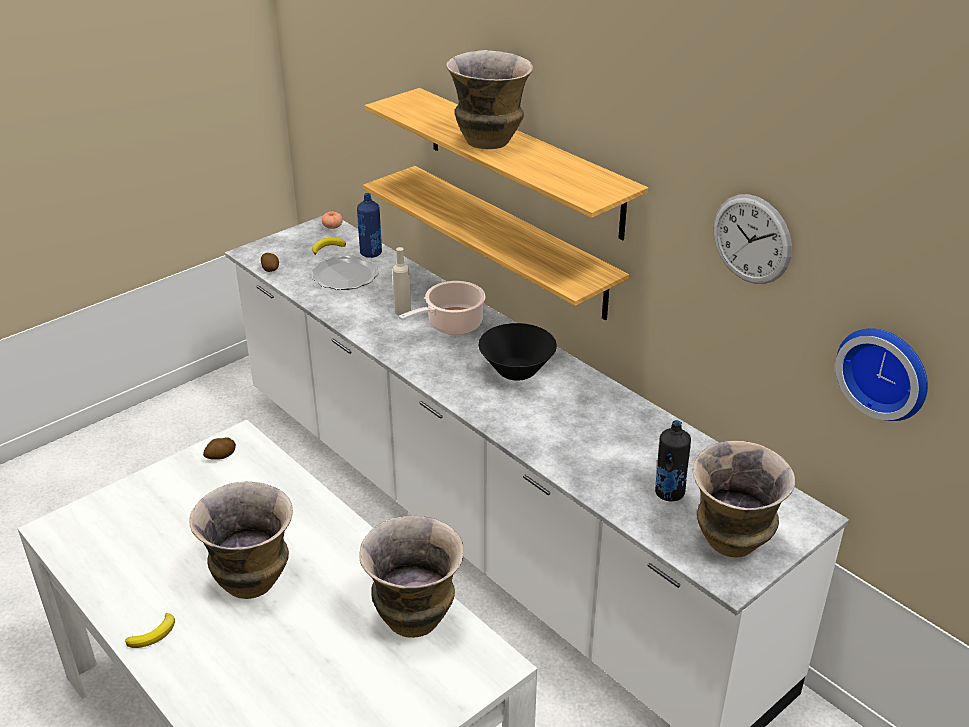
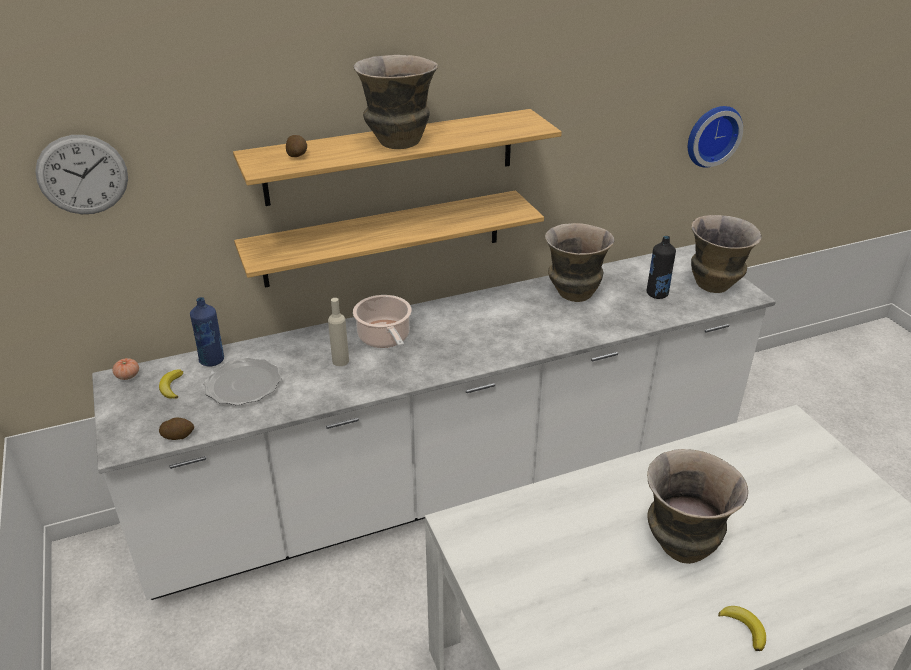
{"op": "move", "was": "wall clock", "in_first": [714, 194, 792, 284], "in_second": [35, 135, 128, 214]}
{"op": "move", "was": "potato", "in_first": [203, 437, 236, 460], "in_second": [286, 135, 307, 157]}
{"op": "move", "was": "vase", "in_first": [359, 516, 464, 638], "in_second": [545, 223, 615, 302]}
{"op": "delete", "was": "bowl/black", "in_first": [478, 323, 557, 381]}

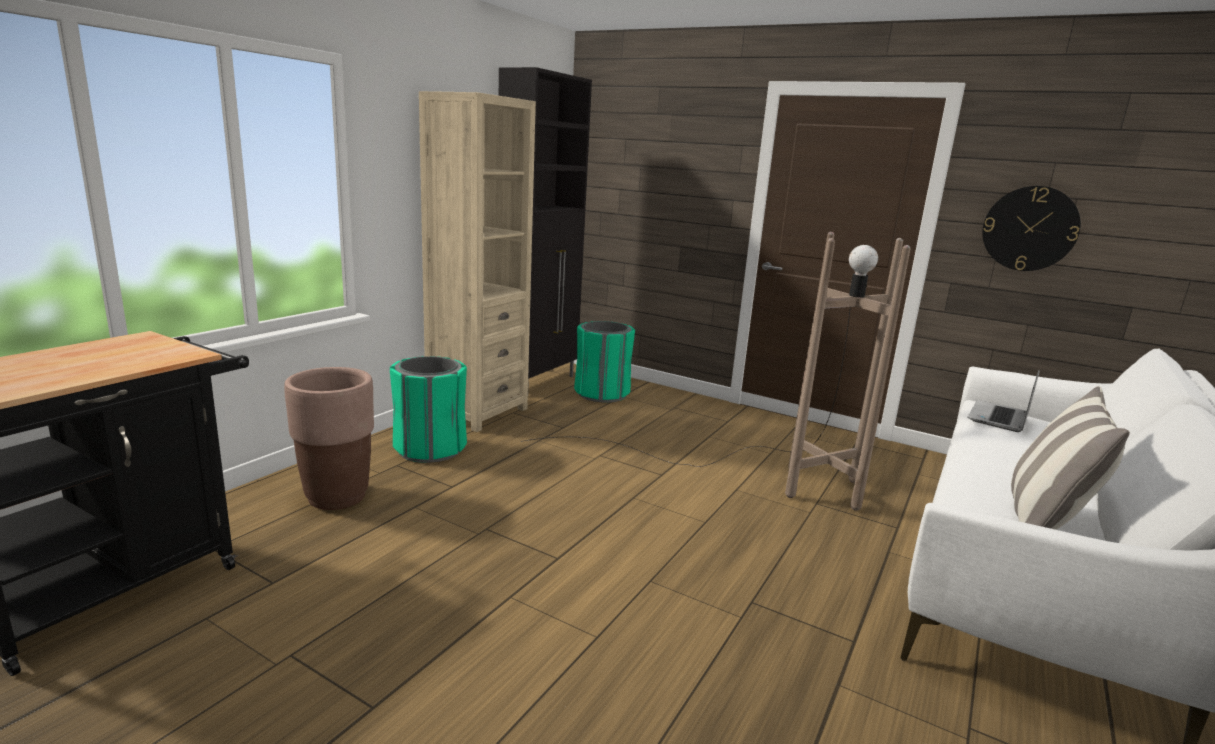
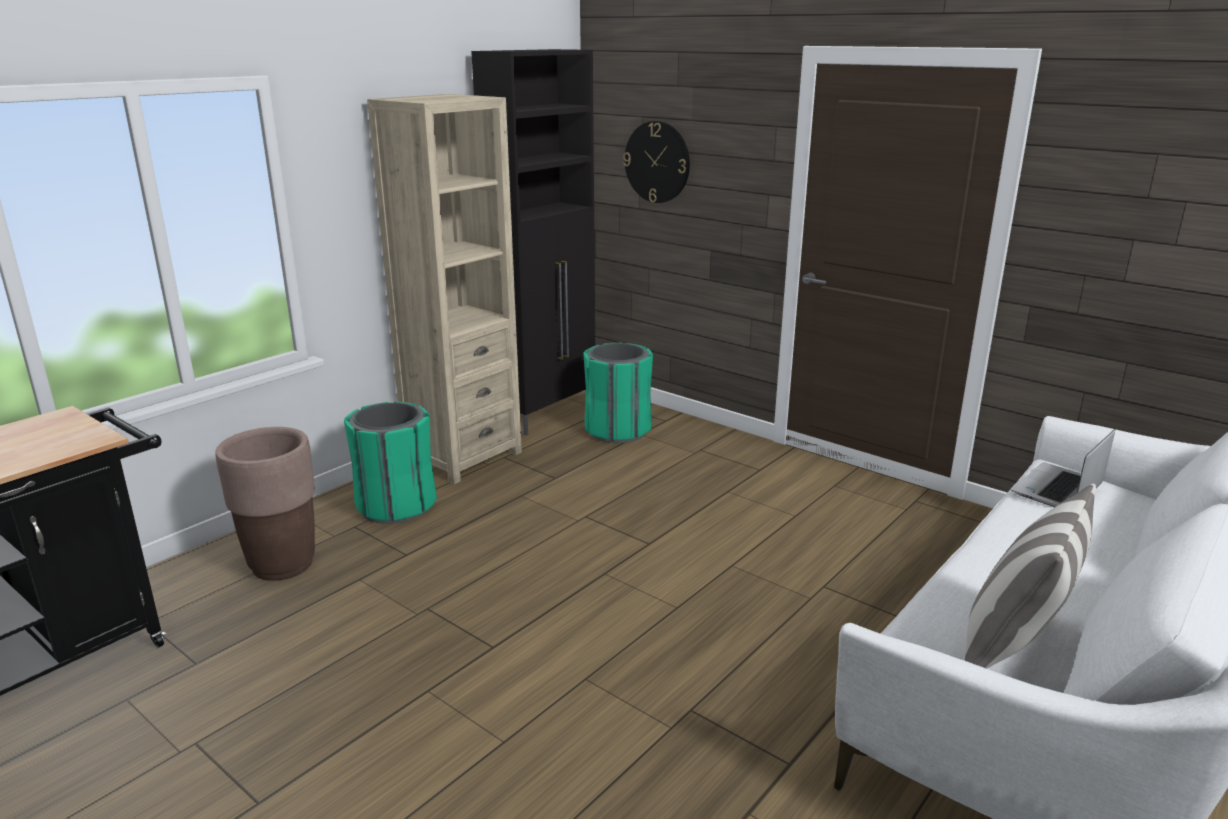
{"op": "move", "was": "wall clock", "in_first": [982, 186, 1081, 271], "in_second": [623, 121, 690, 203]}
{"op": "delete", "was": "floor lamp/brown", "in_first": [520, 232, 911, 511]}

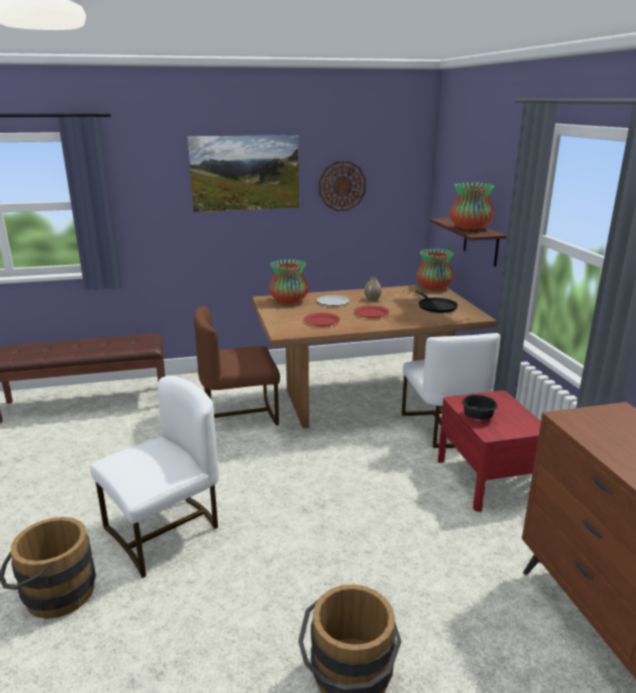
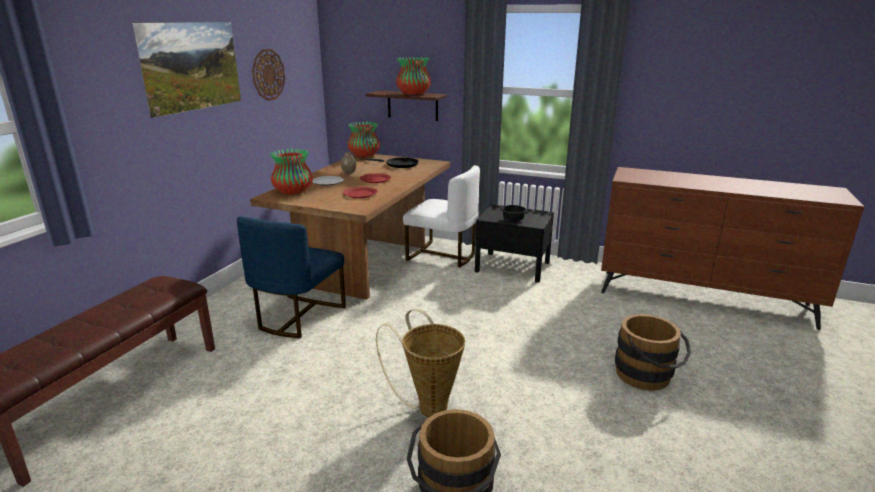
{"op": "recolor", "was": "chair/brown", "now": "chair/blue", "in_first": [194, 306, 280, 425], "in_second": [237, 216, 346, 338]}
{"op": "replace", "was": "chair/white", "now": "basket", "in_first": [90, 376, 219, 578], "in_second": [376, 309, 465, 418]}
{"op": "recolor", "was": "nightstand/red", "now": "nightstand/black", "in_first": [438, 390, 541, 512], "in_second": [475, 205, 554, 283]}

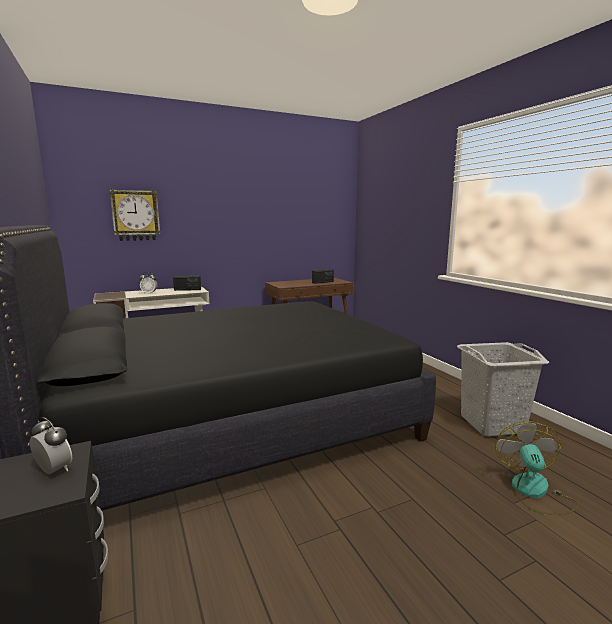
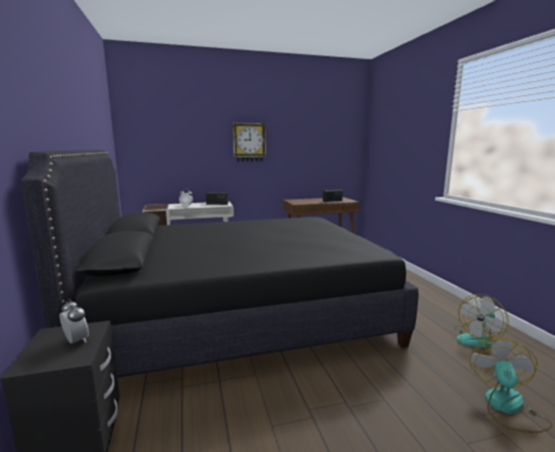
{"op": "move", "was": "wall clock", "in_first": [110, 190, 160, 241], "in_second": [233, 122, 266, 162]}
{"op": "replace", "was": "laundry basket/grey", "now": "fan", "in_first": [457, 342, 550, 437], "in_second": [454, 294, 509, 347]}

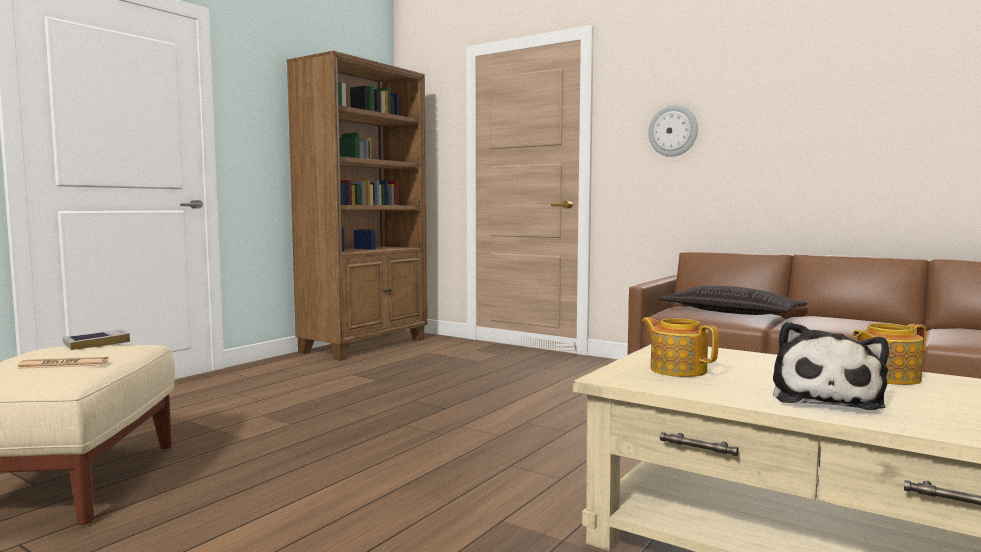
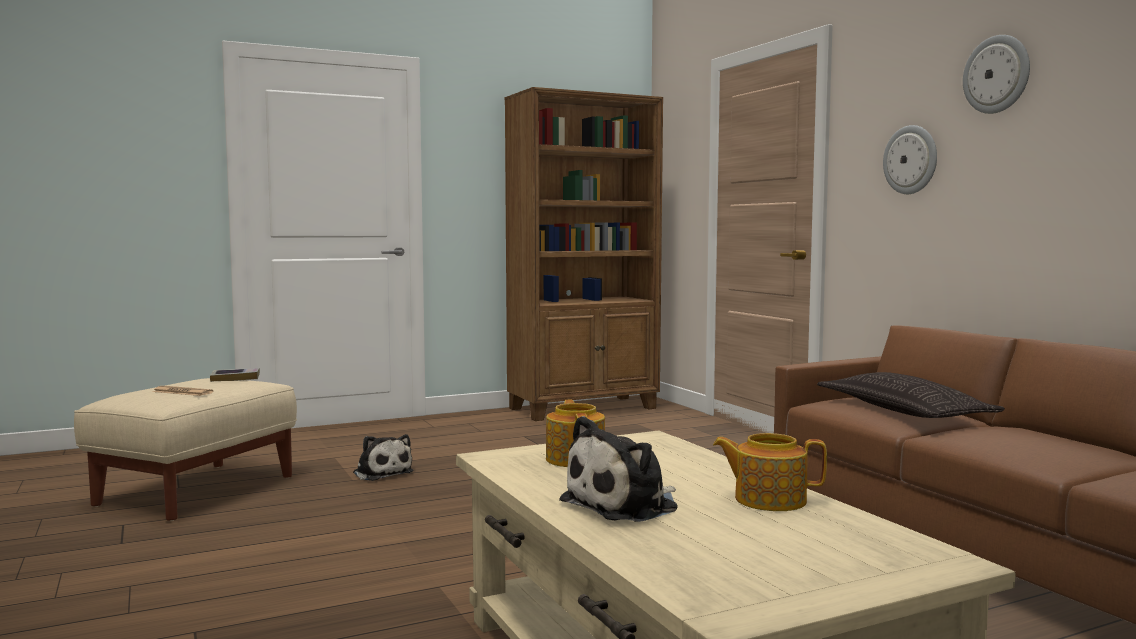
{"op": "insert", "now": "plush toy", "in_second": [353, 434, 413, 481]}
{"op": "insert", "now": "wall clock", "in_second": [963, 35, 1030, 114]}

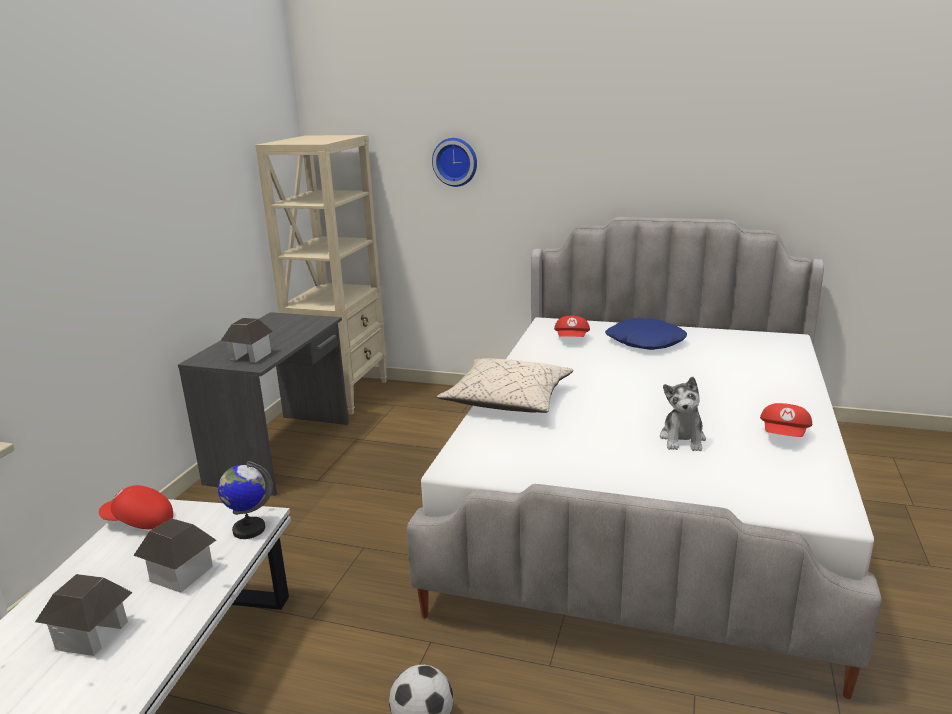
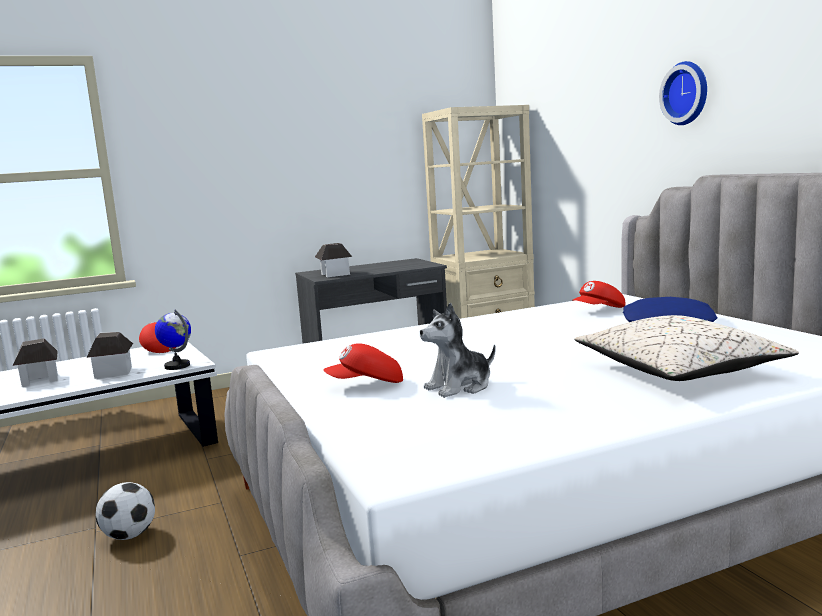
{"op": "move", "was": "cap/red", "in_first": [760, 403, 812, 437], "in_second": [323, 343, 403, 383]}
{"op": "move", "was": "pillow/beige", "in_first": [437, 358, 574, 413], "in_second": [574, 315, 799, 381]}
{"op": "move", "was": "wall clock", "in_first": [432, 138, 477, 187], "in_second": [659, 61, 707, 125]}

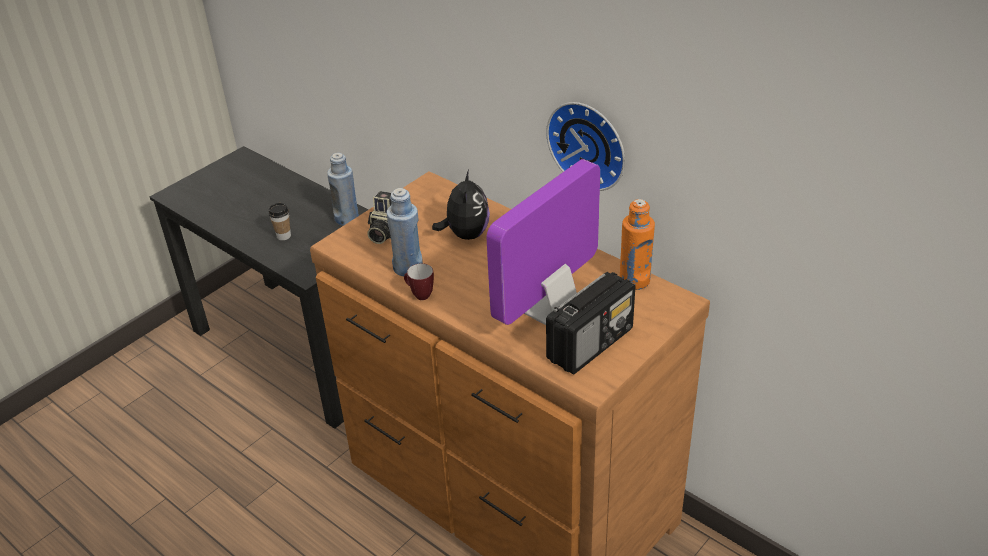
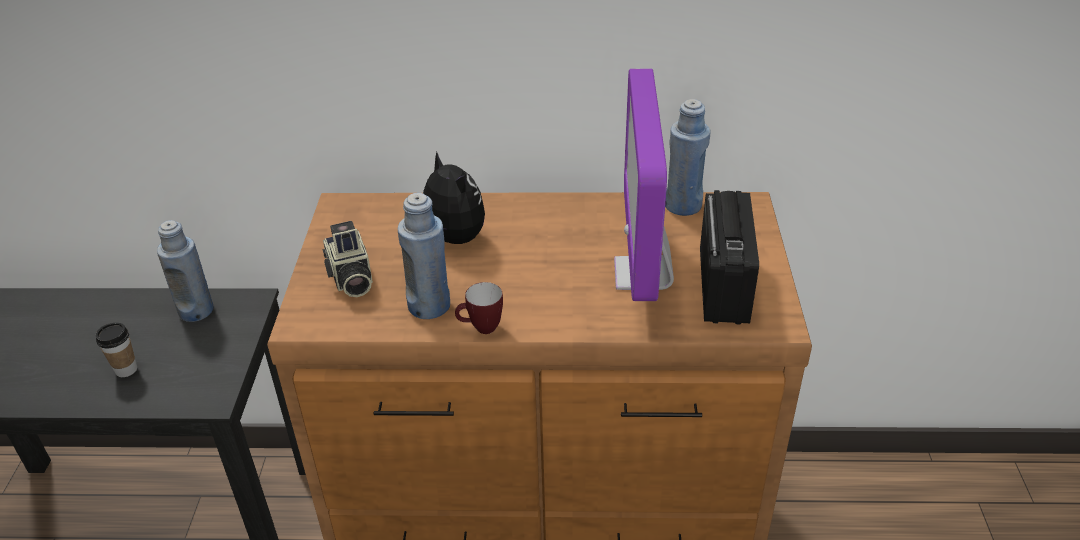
{"op": "recolor", "was": "bottle/orange", "now": "bottle/blue", "in_first": [620, 199, 655, 290], "in_second": [665, 99, 711, 216]}
{"op": "delete", "was": "wall clock", "in_first": [546, 102, 625, 191]}

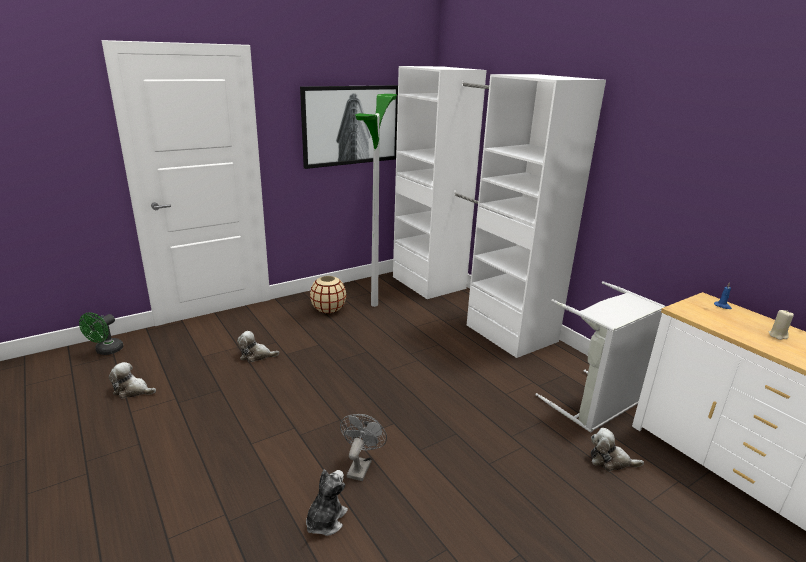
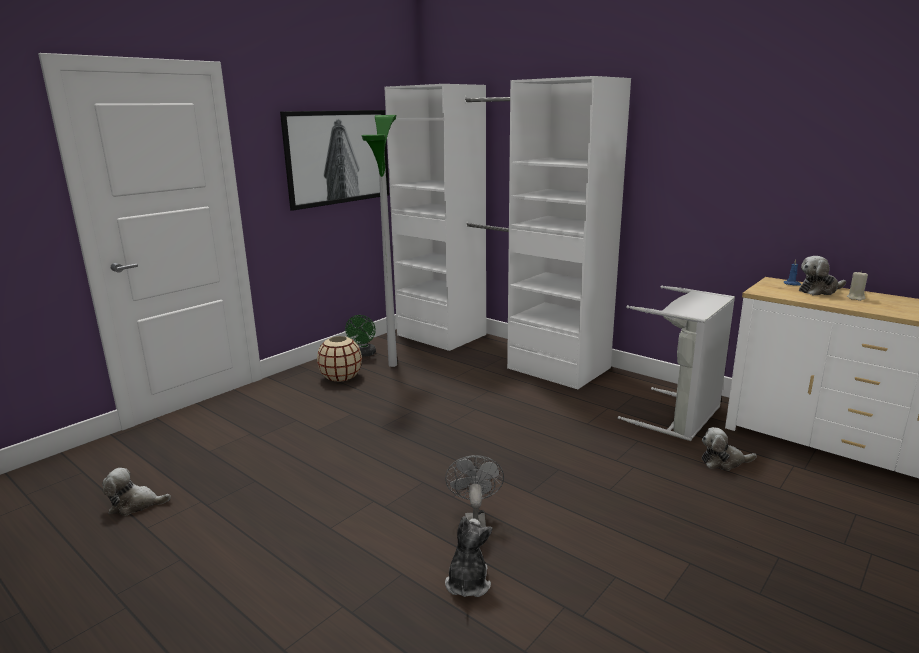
{"op": "move", "was": "fan/green", "in_first": [79, 312, 123, 355], "in_second": [345, 315, 376, 357]}
{"op": "move", "was": "plush toy", "in_first": [237, 331, 279, 362], "in_second": [799, 256, 846, 295]}

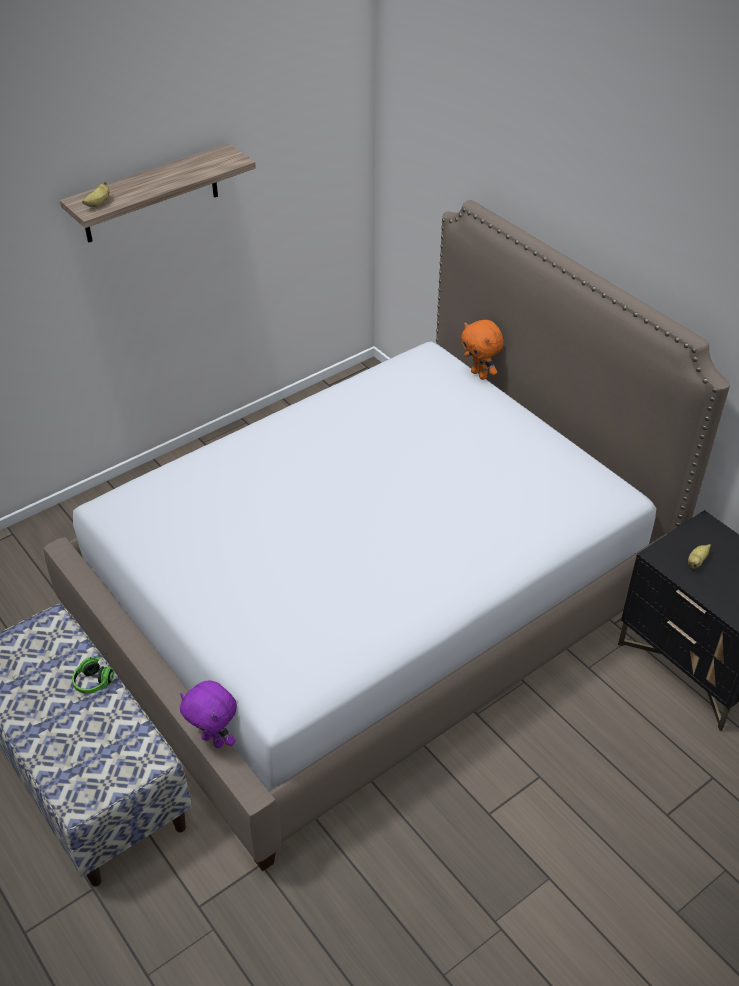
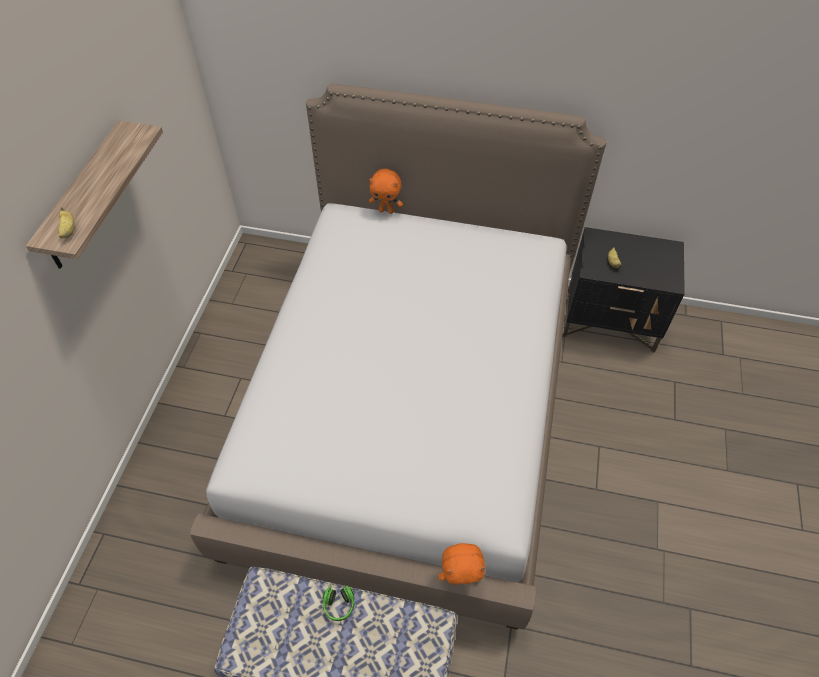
{"op": "recolor", "was": "plush toy/purple", "now": "plush toy/orange", "in_first": [180, 681, 237, 748], "in_second": [439, 543, 486, 585]}

